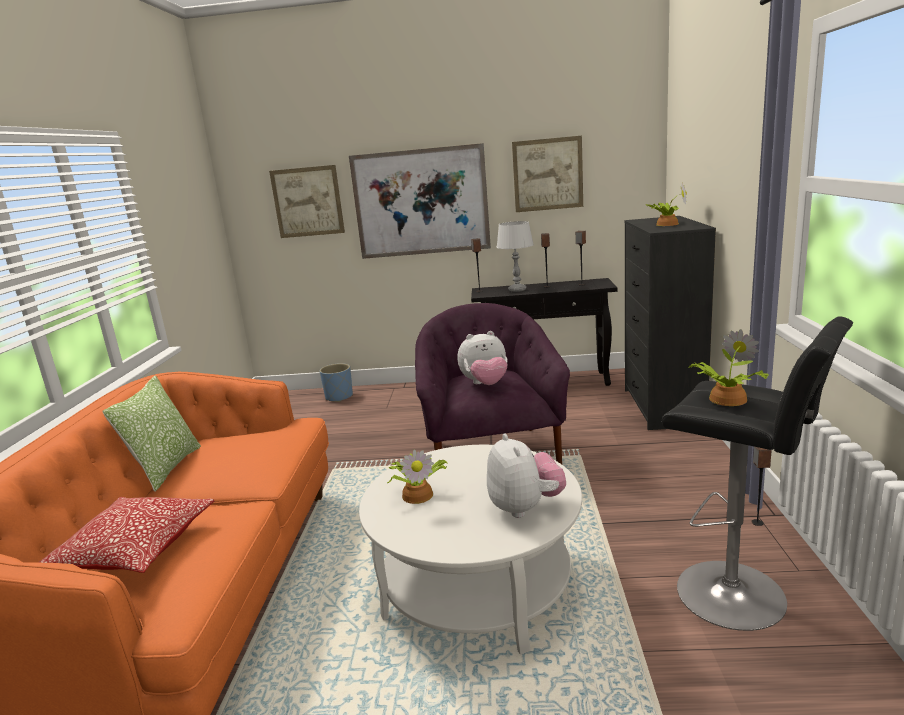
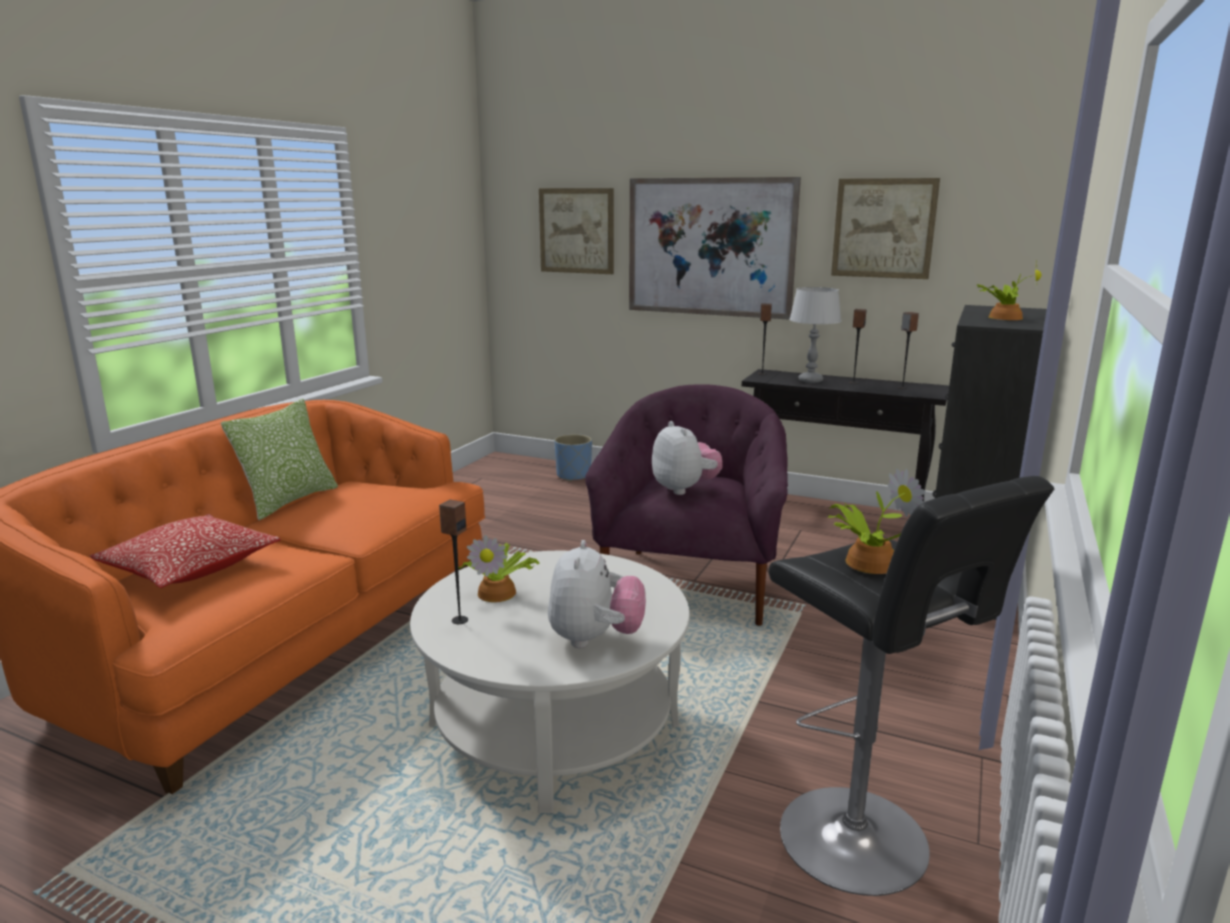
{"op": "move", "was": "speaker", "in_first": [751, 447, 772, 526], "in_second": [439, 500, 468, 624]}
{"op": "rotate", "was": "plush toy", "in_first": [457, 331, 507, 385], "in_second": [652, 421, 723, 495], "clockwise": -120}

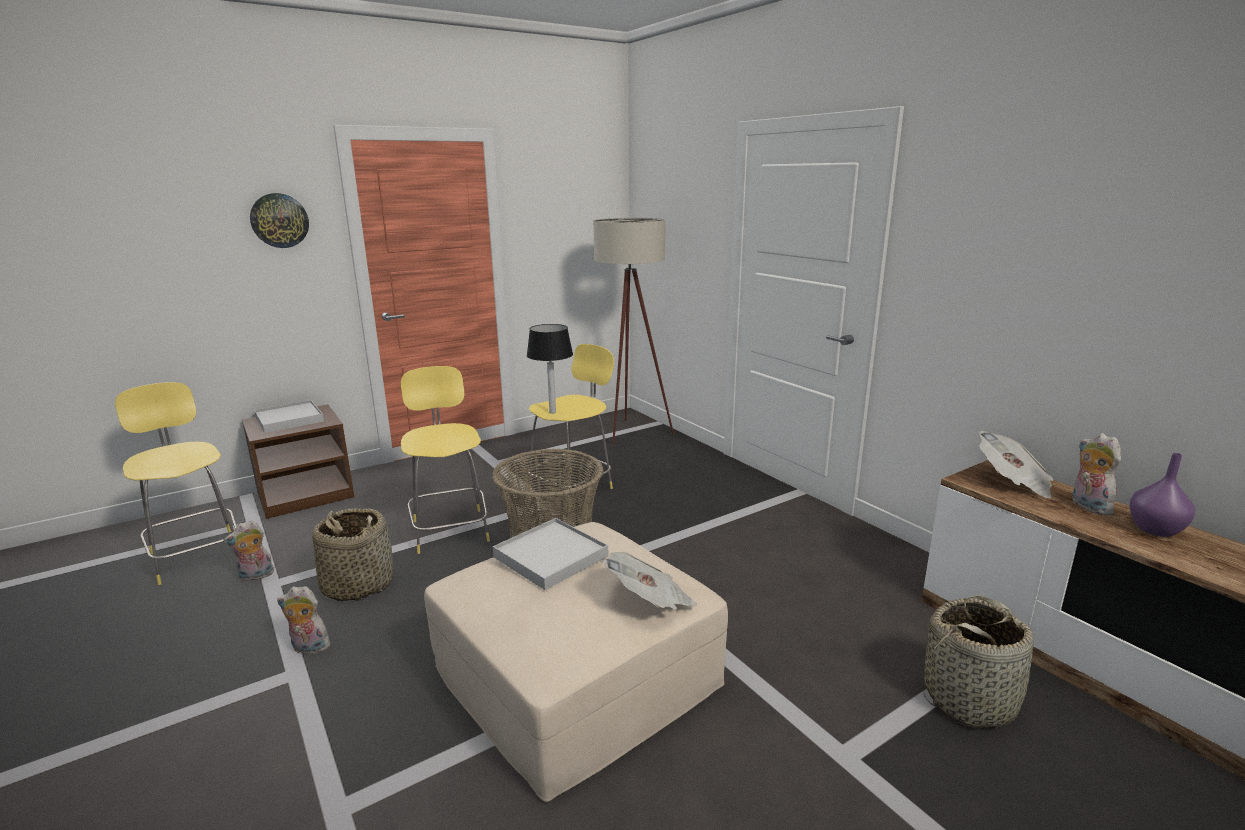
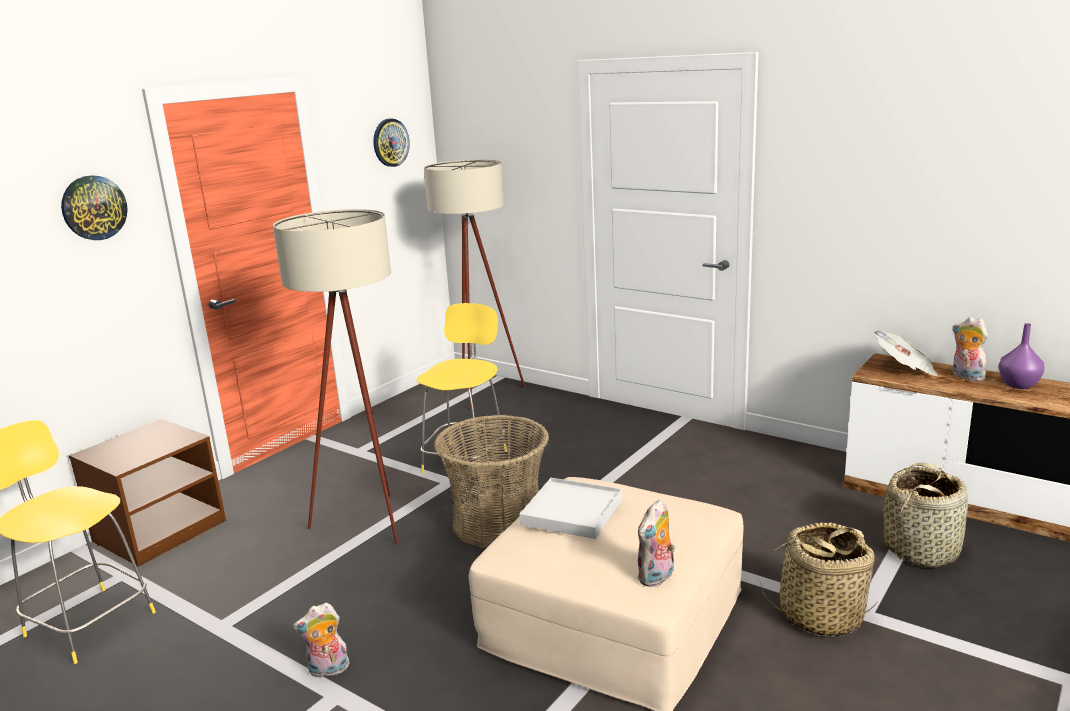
{"op": "replace", "was": "stool/yellow", "now": "floor lamp/beige", "in_first": [401, 366, 490, 554], "in_second": [273, 209, 399, 544]}
{"op": "insert", "now": "wall clock", "in_second": [373, 118, 410, 167]}
{"op": "move", "was": "plush toy", "in_first": [223, 521, 274, 582], "in_second": [637, 499, 675, 587]}
{"op": "move", "was": "basket", "in_first": [312, 508, 394, 601], "in_second": [760, 522, 878, 636]}
{"op": "delete", "was": "tray/white", "in_first": [254, 400, 324, 433]}
{"op": "delete", "was": "table lamp", "in_first": [527, 324, 573, 414]}
{"op": "delete", "was": "newspaper", "in_first": [602, 552, 697, 610]}

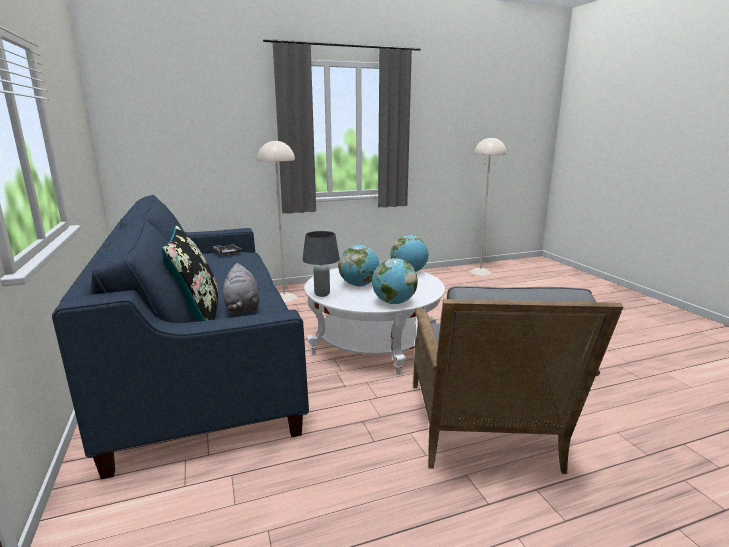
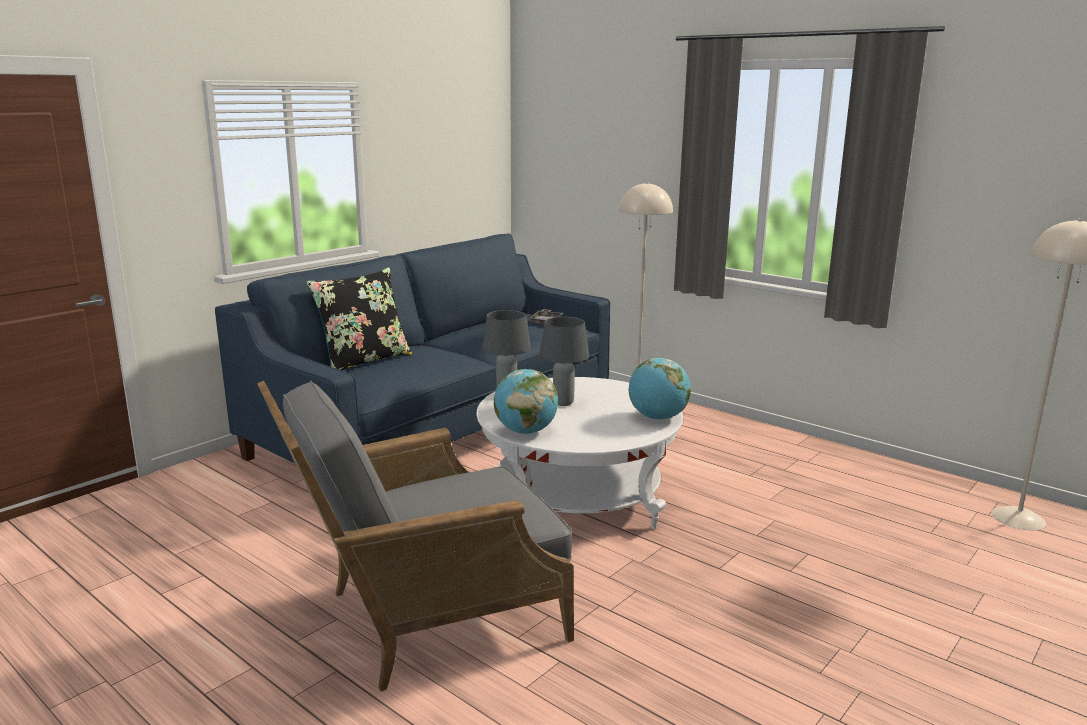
{"op": "replace", "was": "globe", "now": "table lamp/grey", "in_first": [338, 245, 379, 287], "in_second": [539, 317, 589, 406]}
{"op": "delete", "was": "plush toy/grey", "in_first": [222, 263, 260, 313]}

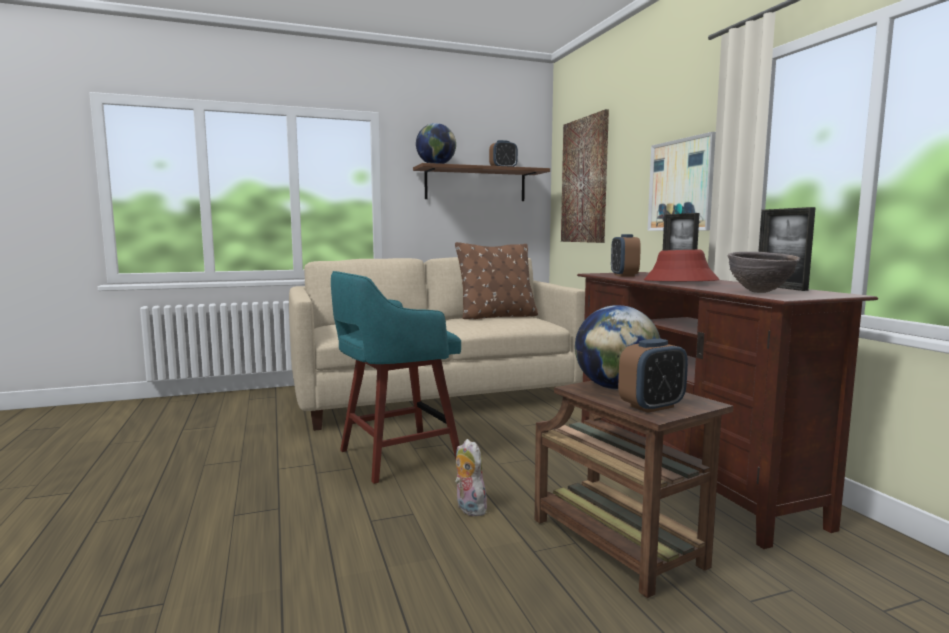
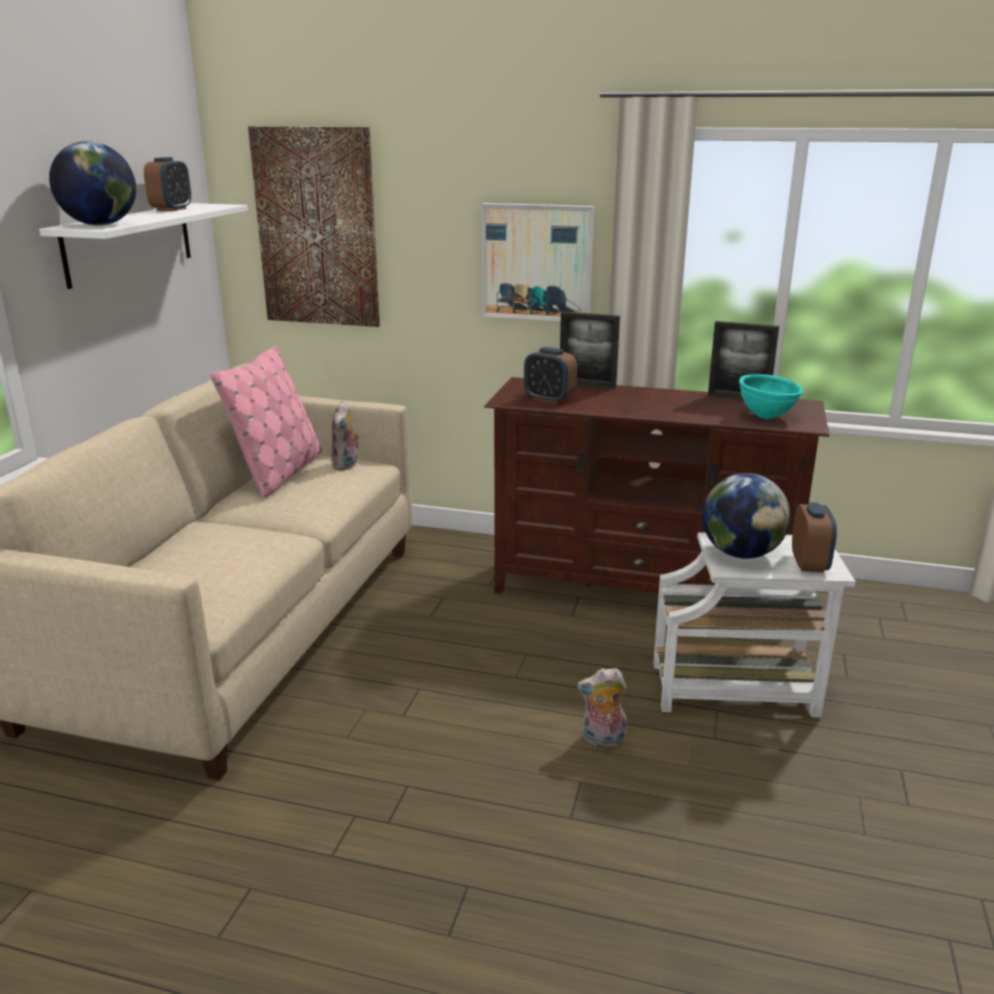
{"op": "recolor", "was": "shelf/brown", "now": "shelf/white", "in_first": [413, 163, 550, 201], "in_second": [39, 203, 248, 289]}
{"op": "recolor", "was": "pillow/brown", "now": "pillow/pink", "in_first": [455, 242, 538, 319], "in_second": [210, 345, 322, 497]}
{"op": "insert", "now": "plush toy", "in_second": [331, 401, 360, 470]}
{"op": "recolor", "was": "side table/brown", "now": "side table/white", "in_first": [535, 381, 733, 598], "in_second": [654, 532, 856, 718]}
{"op": "recolor", "was": "bowl/brown", "now": "bowl/turquoise", "in_first": [728, 252, 800, 293], "in_second": [739, 374, 803, 419]}
{"op": "delete", "was": "stool/turquoise", "in_first": [331, 271, 461, 484]}
{"op": "delete", "was": "hat/red", "in_first": [644, 250, 720, 281]}

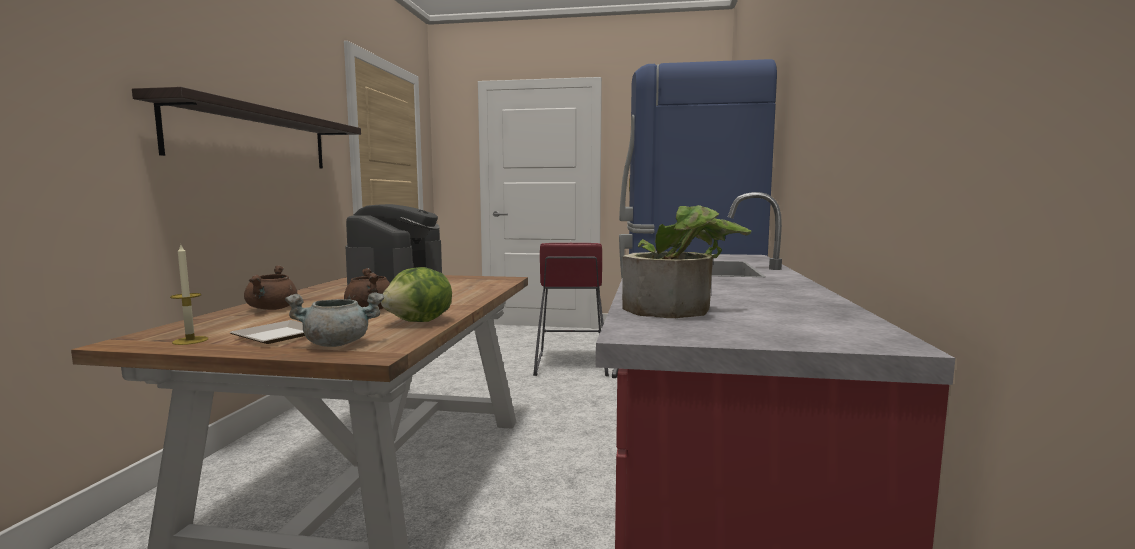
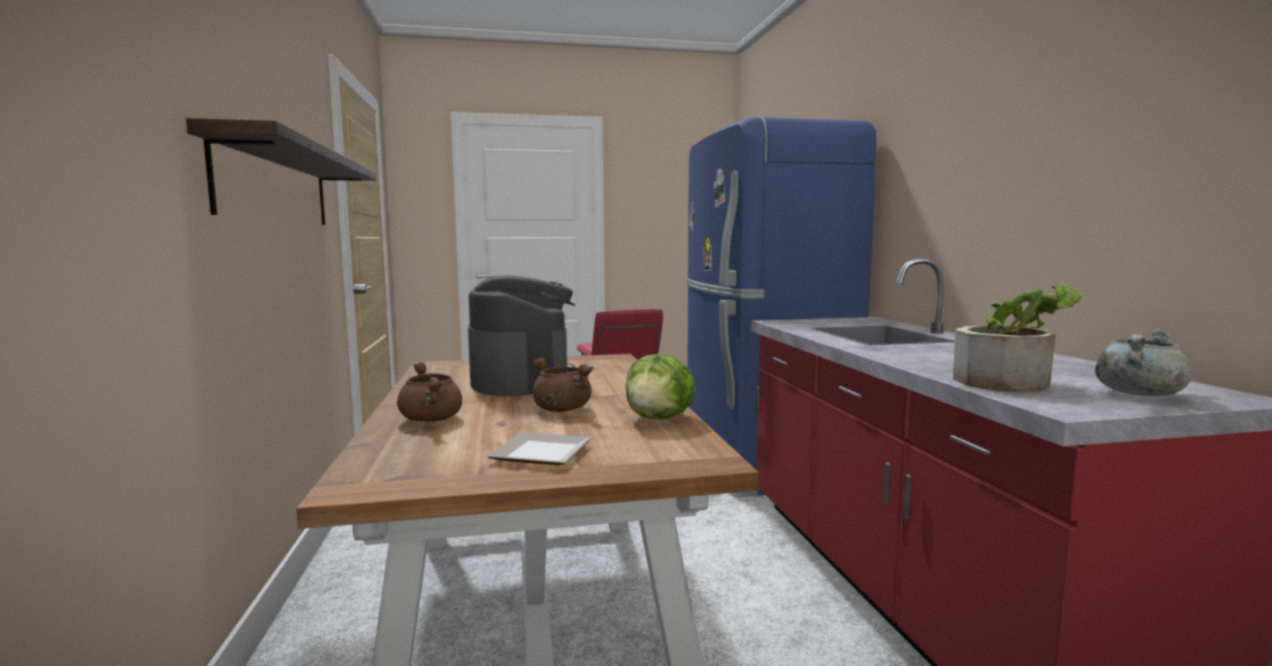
{"op": "move", "was": "cooking pot/grey", "in_first": [285, 293, 384, 347], "in_second": [1095, 328, 1192, 396]}
{"op": "delete", "was": "candle", "in_first": [170, 243, 208, 345]}

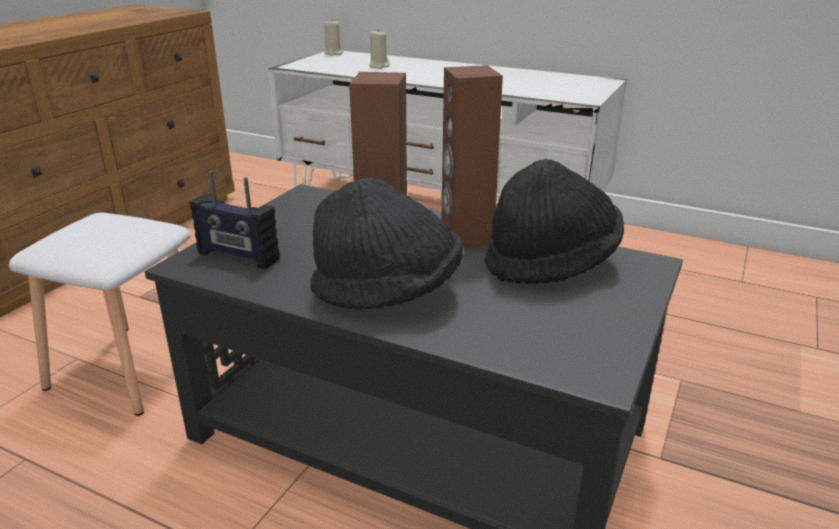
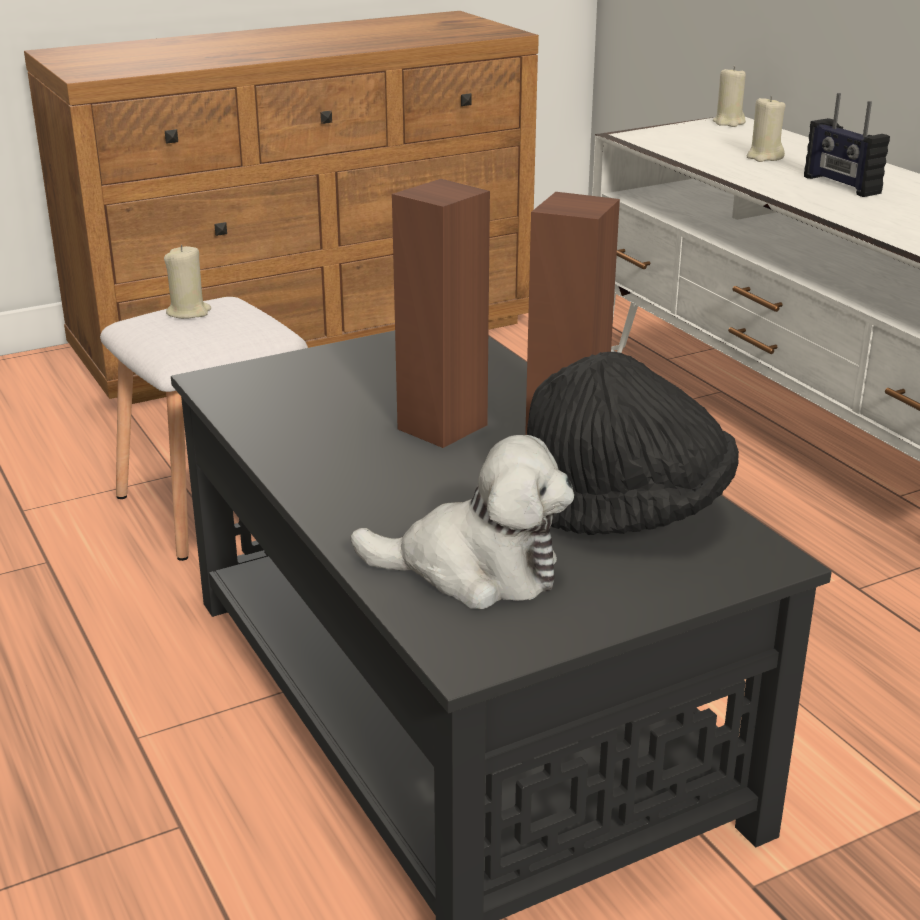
{"op": "insert", "now": "candle/beige", "in_second": [164, 245, 211, 319]}
{"op": "insert", "now": "plush toy", "in_second": [351, 435, 574, 609]}
{"op": "move", "was": "radio", "in_first": [190, 171, 280, 269], "in_second": [804, 93, 890, 197]}
{"op": "delete", "was": "hat/black", "in_first": [311, 178, 463, 310]}

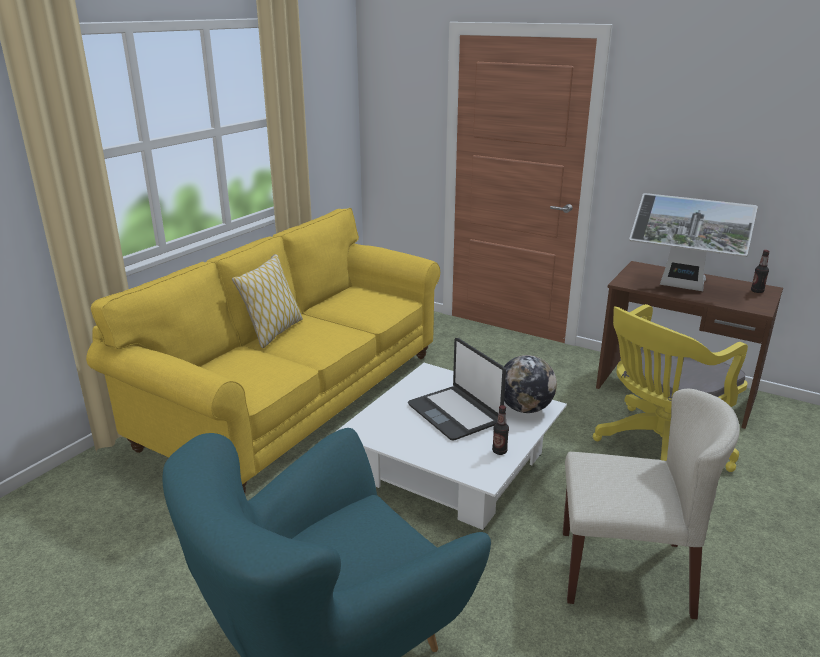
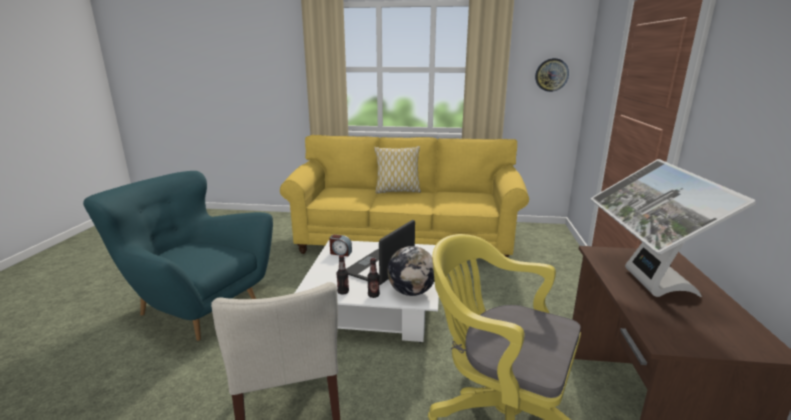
{"op": "insert", "now": "alarm clock", "in_second": [329, 234, 352, 256]}
{"op": "move", "was": "bottle", "in_first": [751, 250, 770, 293], "in_second": [367, 258, 380, 298]}
{"op": "insert", "now": "wall clock", "in_second": [535, 58, 569, 92]}

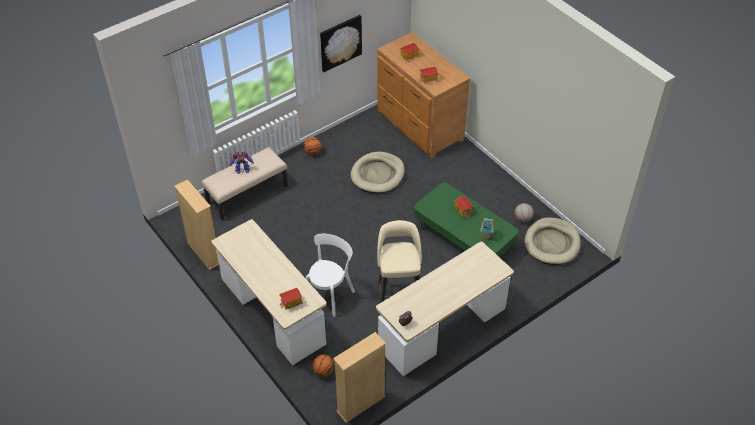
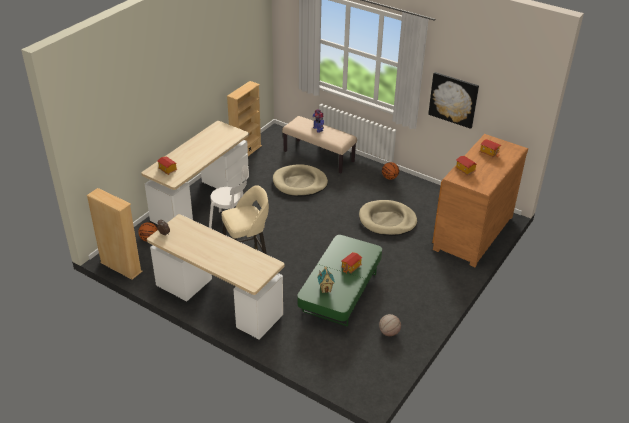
{"op": "move", "was": "dog bed/beige", "in_first": [524, 217, 581, 265], "in_second": [273, 164, 328, 197]}

